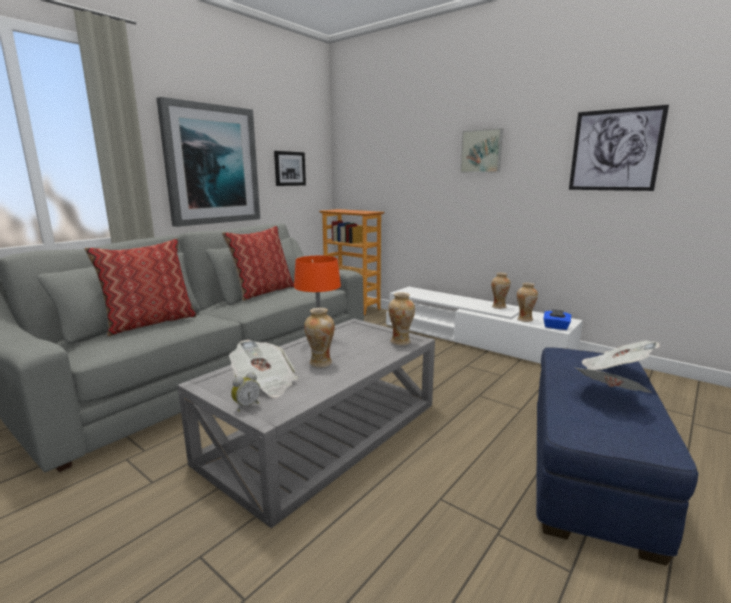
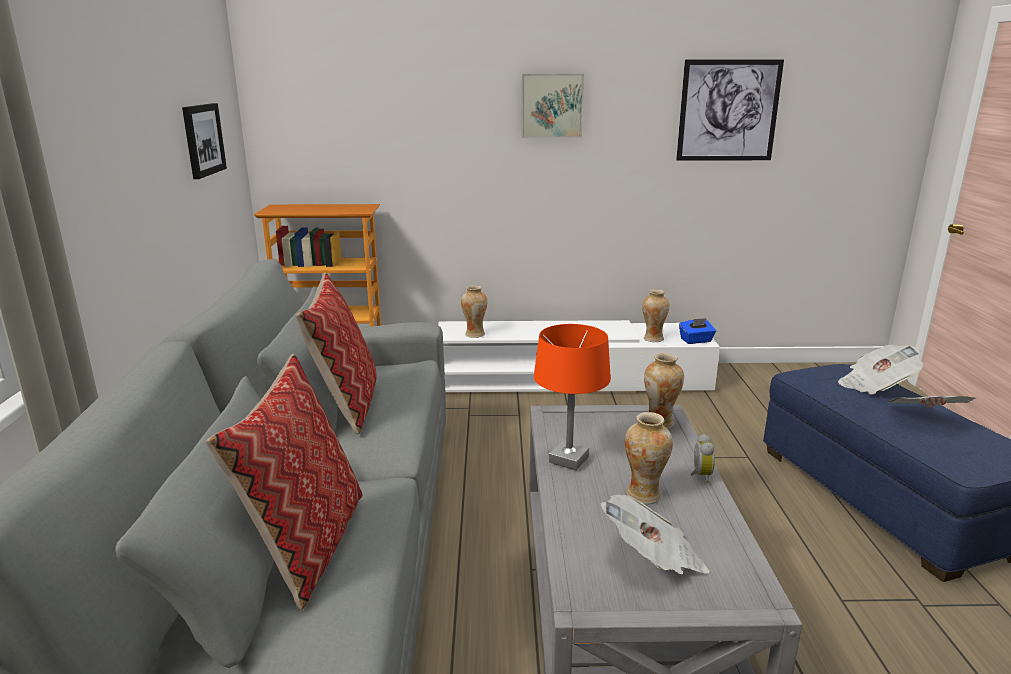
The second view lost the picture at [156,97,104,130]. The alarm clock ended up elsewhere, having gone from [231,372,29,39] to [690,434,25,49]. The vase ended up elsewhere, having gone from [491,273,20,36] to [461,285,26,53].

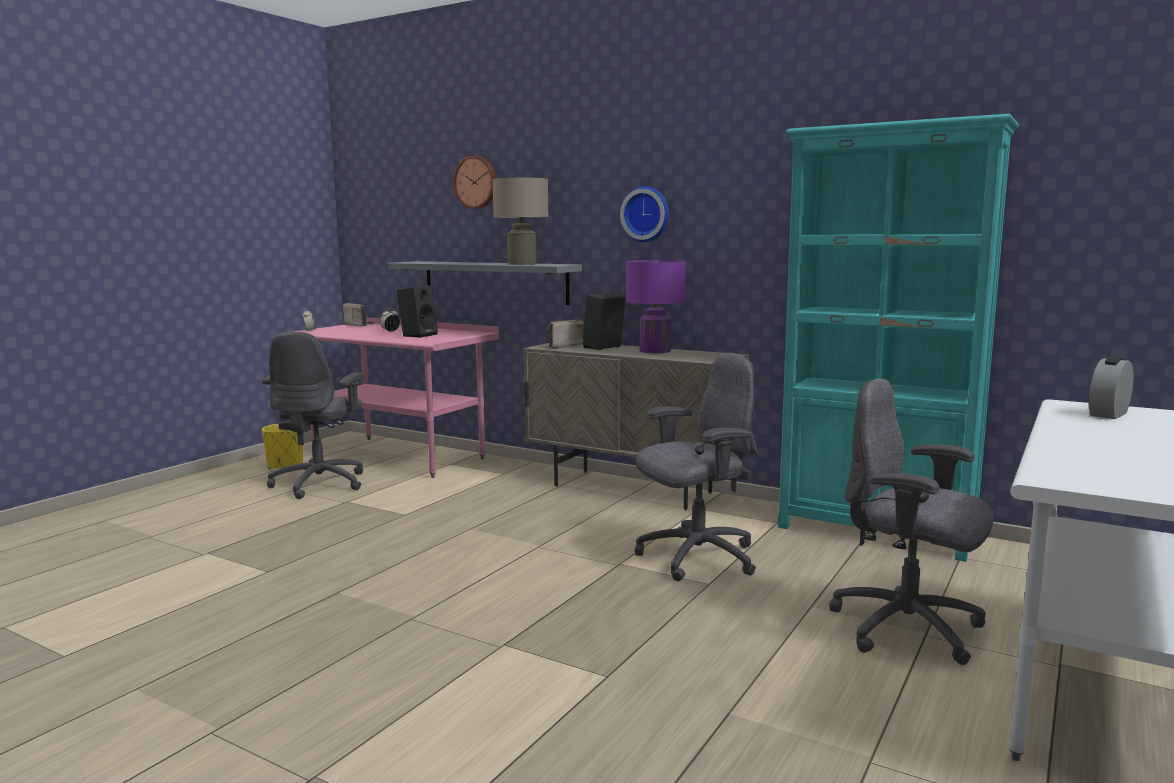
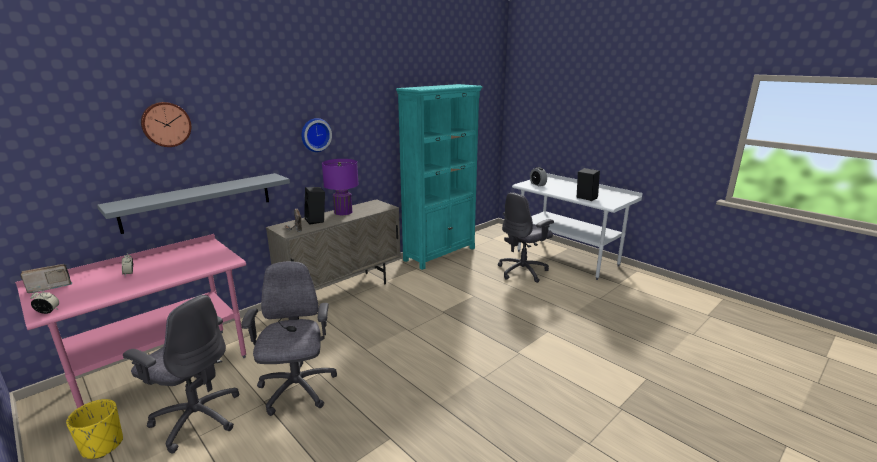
The black speaker ended up elsewhere, having gone from [396,285,42,53] to [576,168,24,33]. The second view lost the beige table lamp at [492,178,57,87]. The grey office chair ended up elsewhere, having gone from [635,353,123,228] to [241,261,96,155].

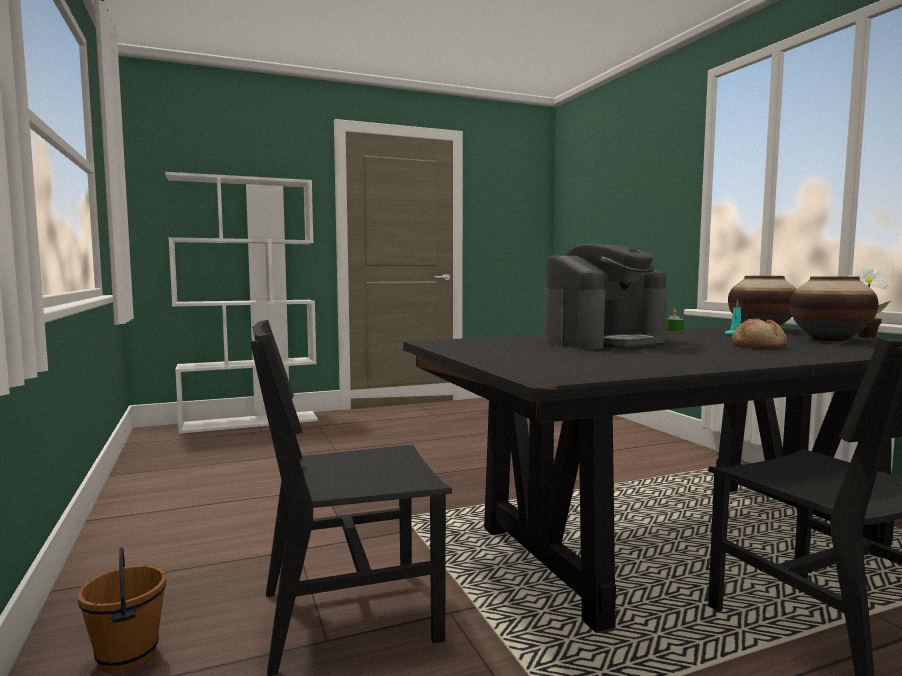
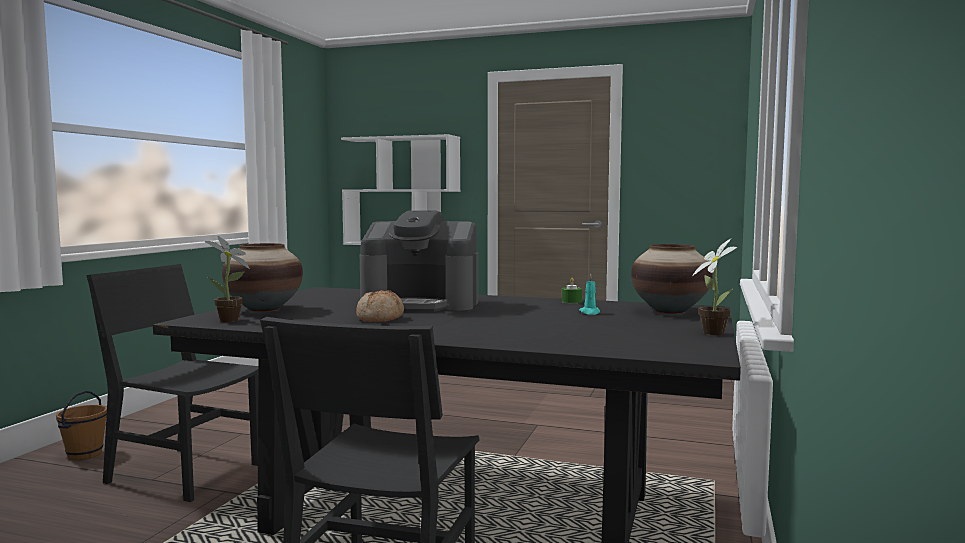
The bread ended up elsewhere, having gone from [732,318,55,31] to [356,290,48,32]. The vase ended up elsewhere, having gone from [790,276,89,66] to [222,243,81,69]. The second view gained the potted plant at [205,236,45,86].

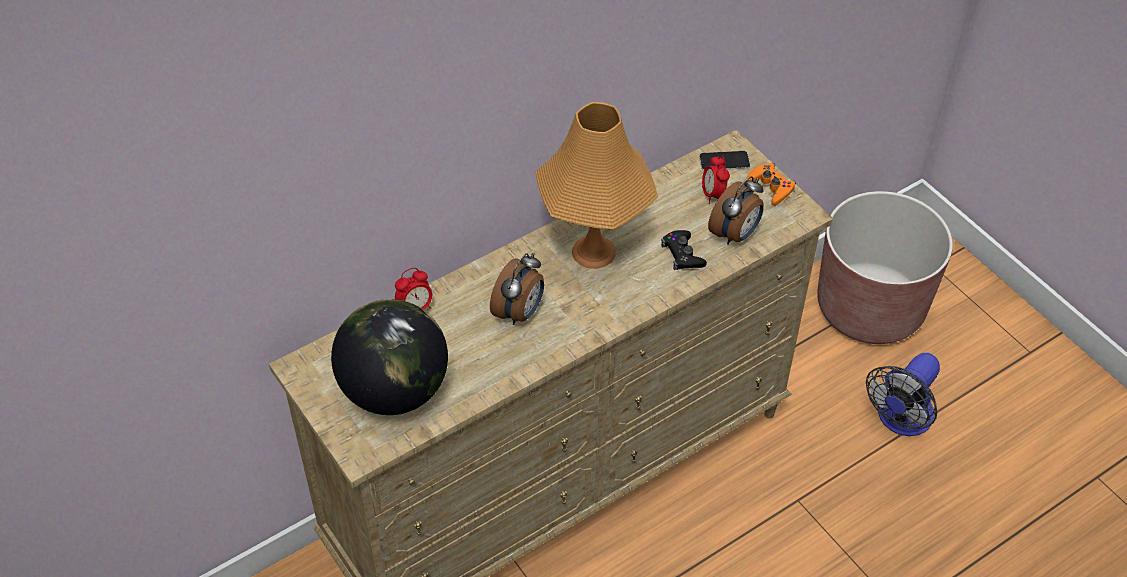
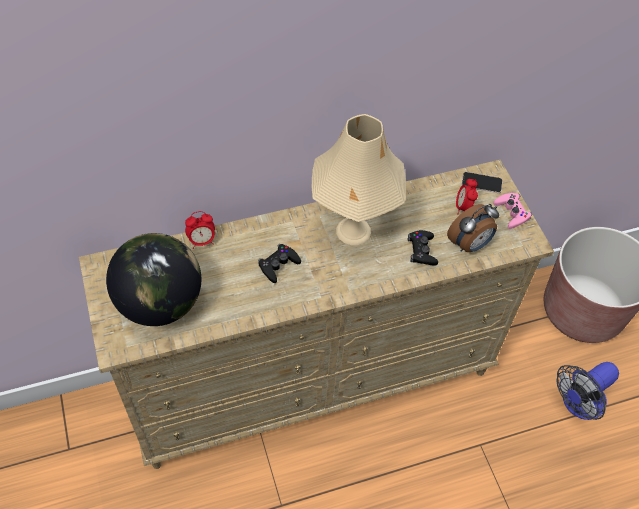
Where the alarm clock stood at [490,253,54,72], the black game controller came to stand at [258,244,43,39]. What was the orange table lamp at [536,102,122,167] turned into the beige table lamp at [312,114,94,131]. What was the orange game controller at [746,163,50,43] turned into the pink game controller at [493,193,39,36].

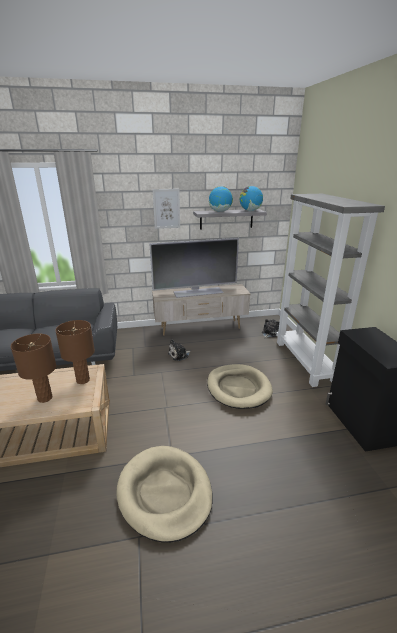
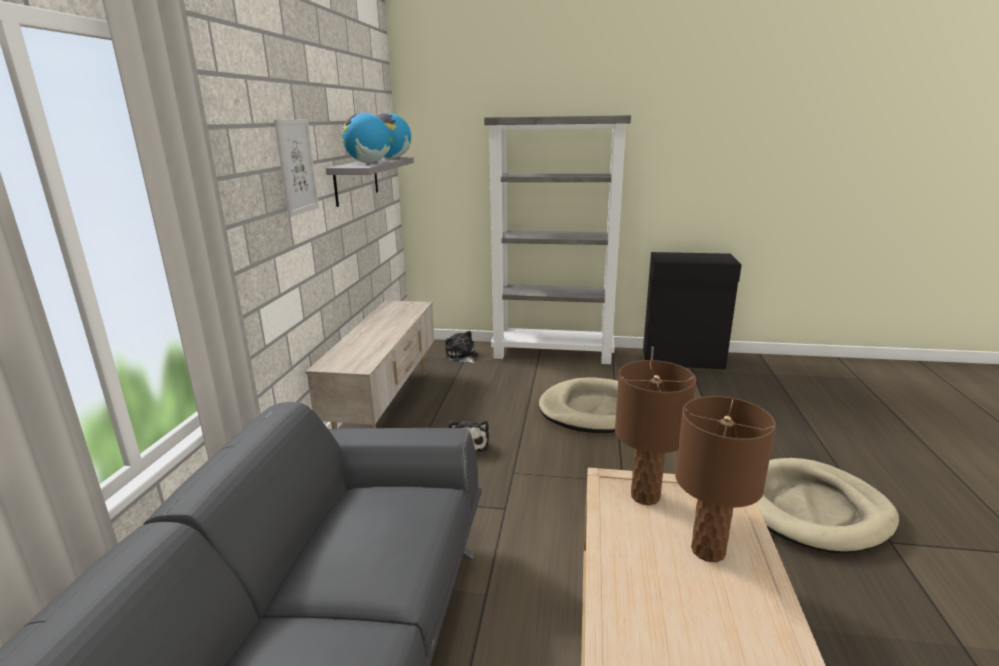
The second view lost the television at [149,238,90,60].

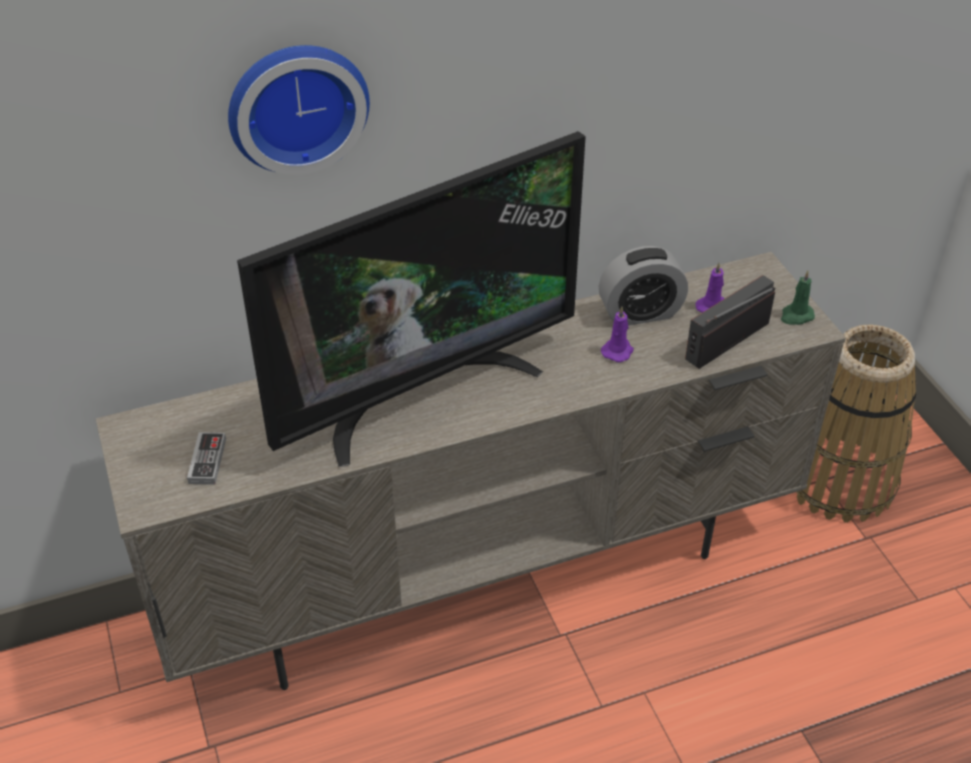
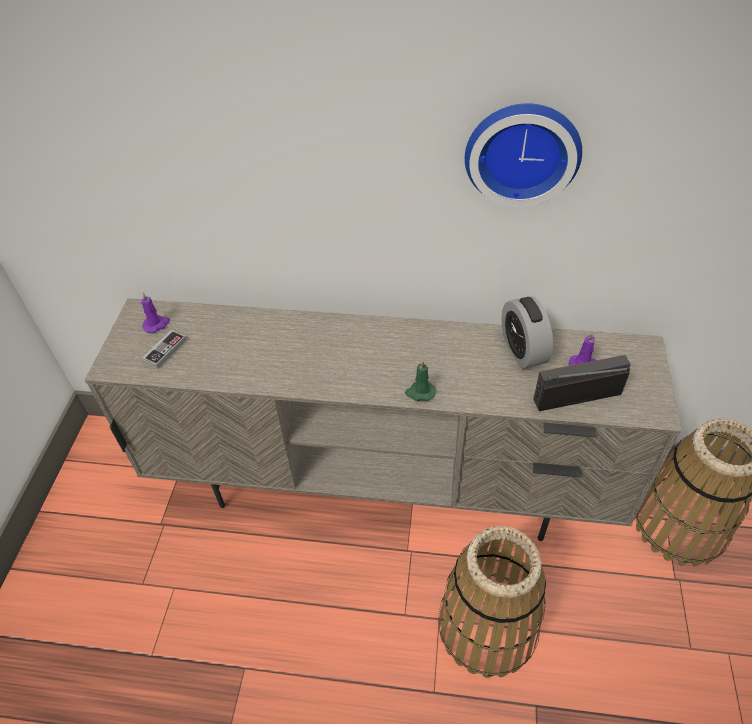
The wall clock ended up elsewhere, having gone from [228,45,142,130] to [465,103,117,104]. The second view lost the television at [237,131,349,336]. The alarm clock at [599,246,89,79] ended up facing another way, 60 degrees clockwise from before. The purple candle ended up elsewhere, having gone from [601,307,33,55] to [141,293,29,40]. The green candle ended up elsewhere, having gone from [781,270,34,55] to [405,360,31,41]. The second view gained the basket at [438,526,108,152].

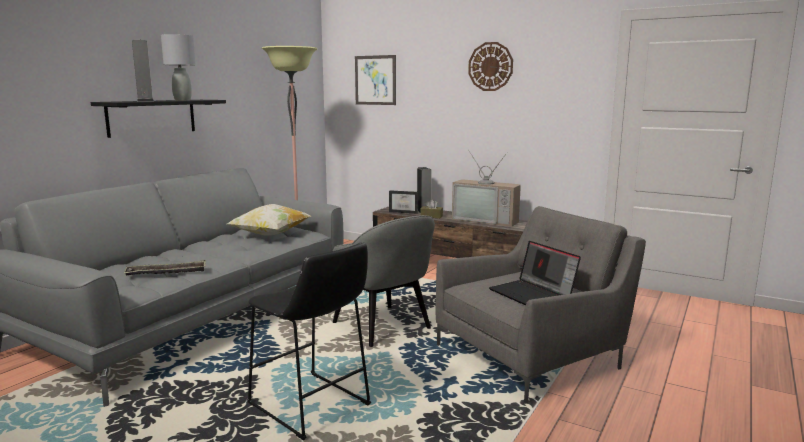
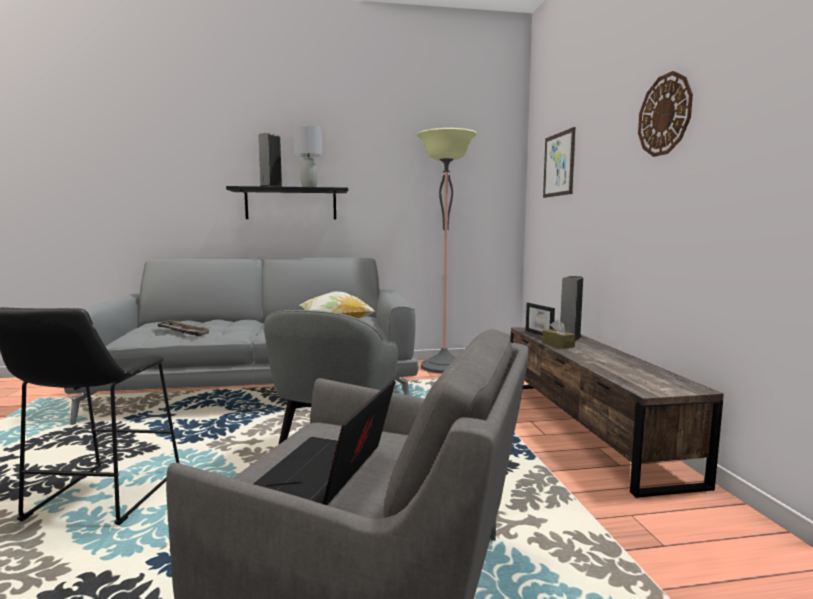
The second view lost the television at [452,150,69,77].

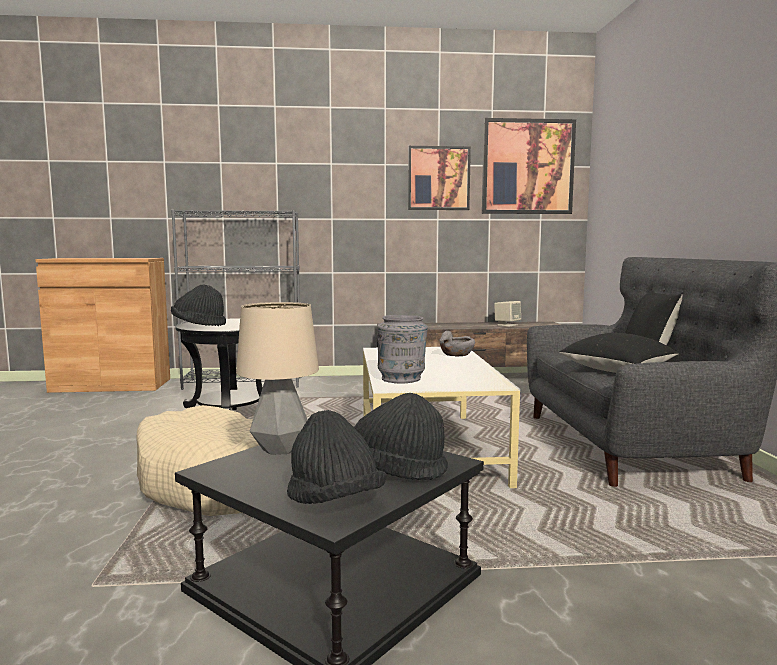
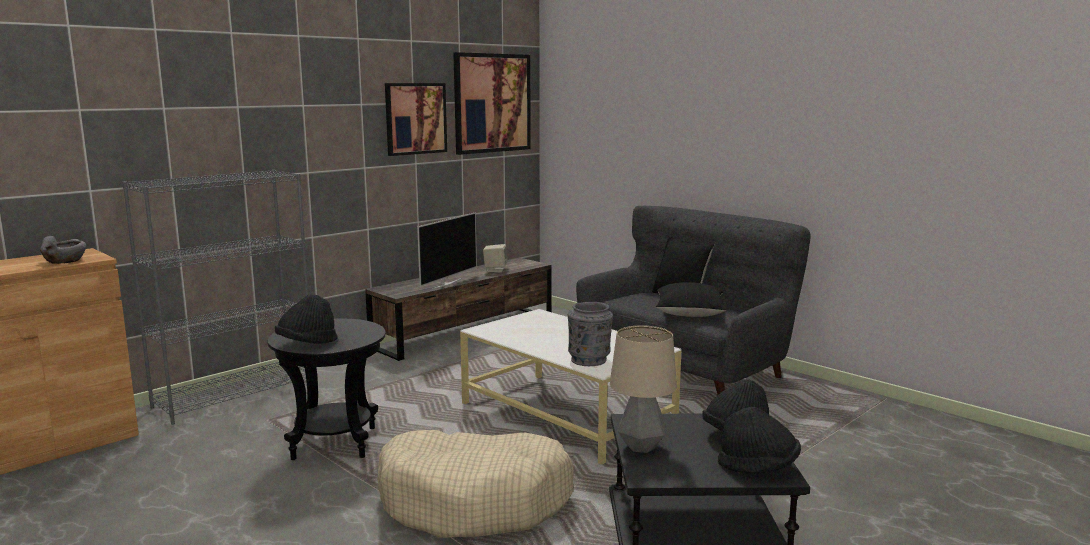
The grey bowl ended up elsewhere, having gone from [439,331,36,26] to [40,236,46,28]. The second view gained the television at [417,213,60,77].

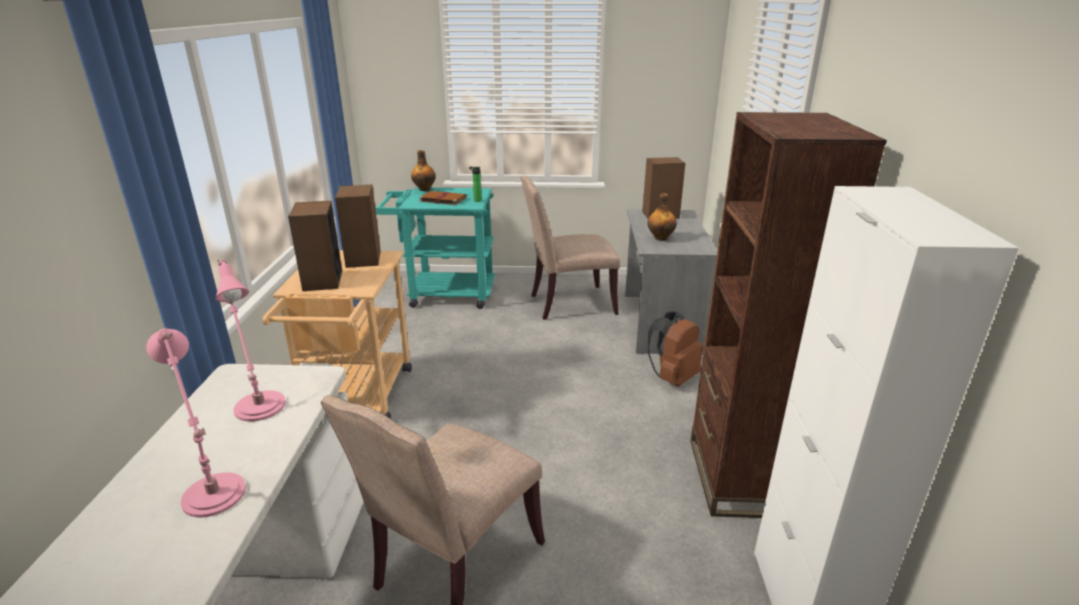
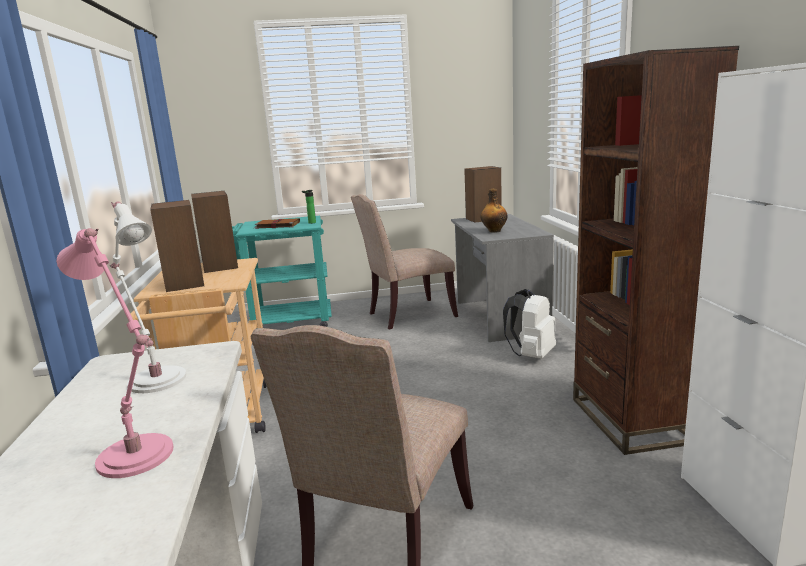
What was the pink table lamp at [215,260,71,162] turned into the white table lamp at [109,201,77,192]. The second view lost the bottle at [411,150,24,41]. What was the brown backpack at [648,311,55,76] turned into the white backpack at [503,289,53,70].

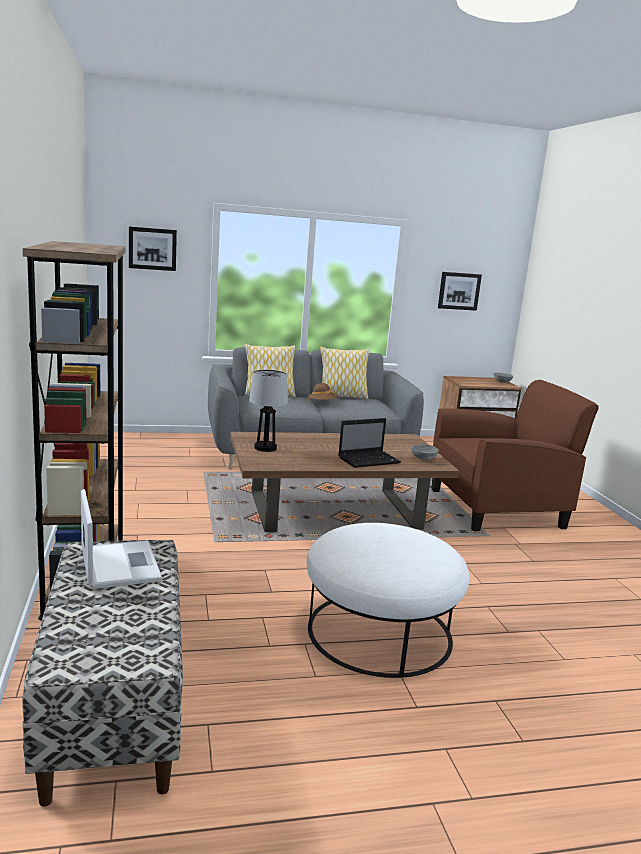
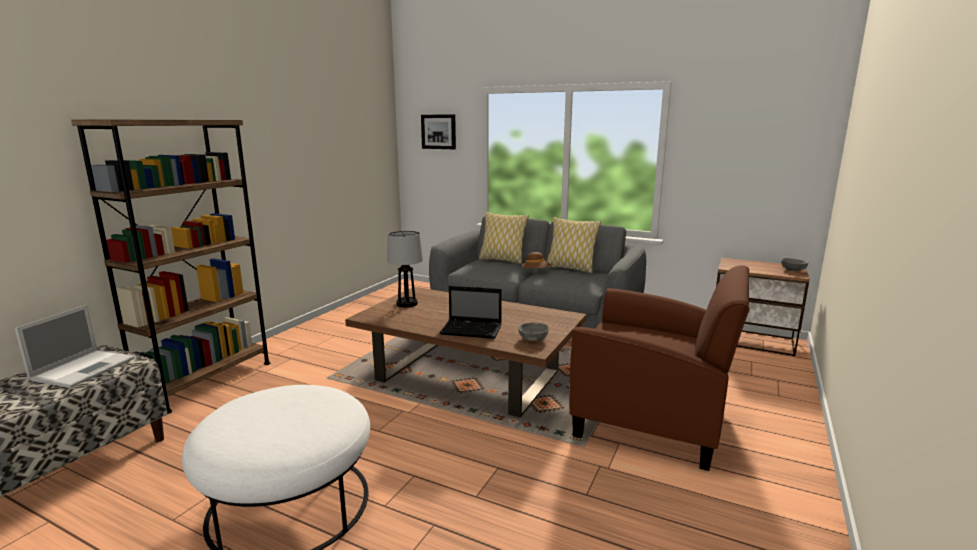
The second view lost the picture at [438,272,44,39].

